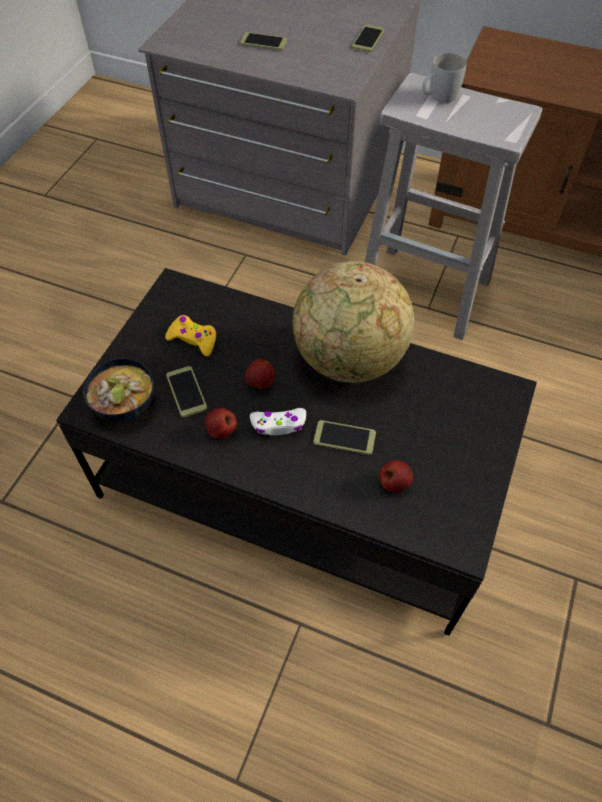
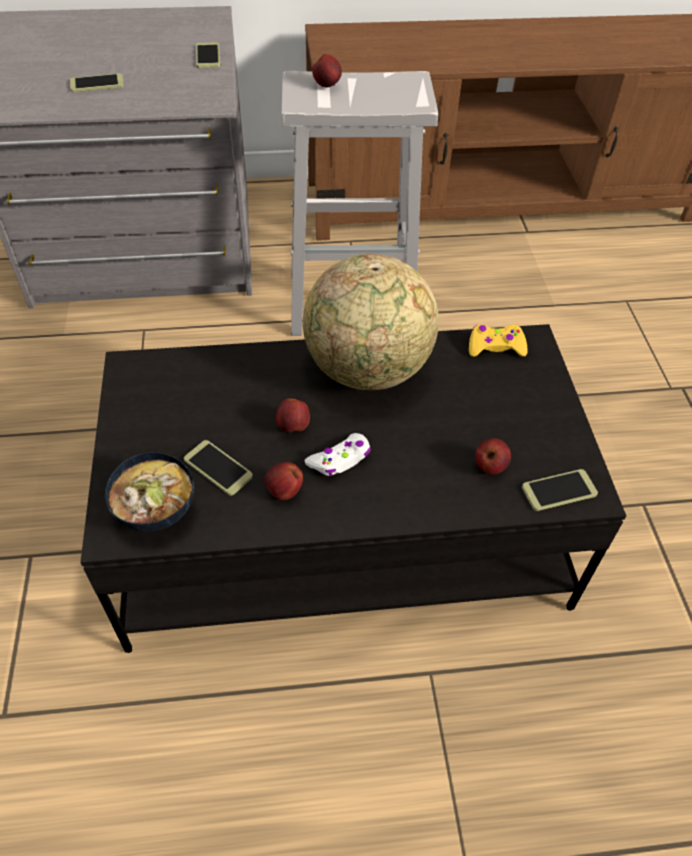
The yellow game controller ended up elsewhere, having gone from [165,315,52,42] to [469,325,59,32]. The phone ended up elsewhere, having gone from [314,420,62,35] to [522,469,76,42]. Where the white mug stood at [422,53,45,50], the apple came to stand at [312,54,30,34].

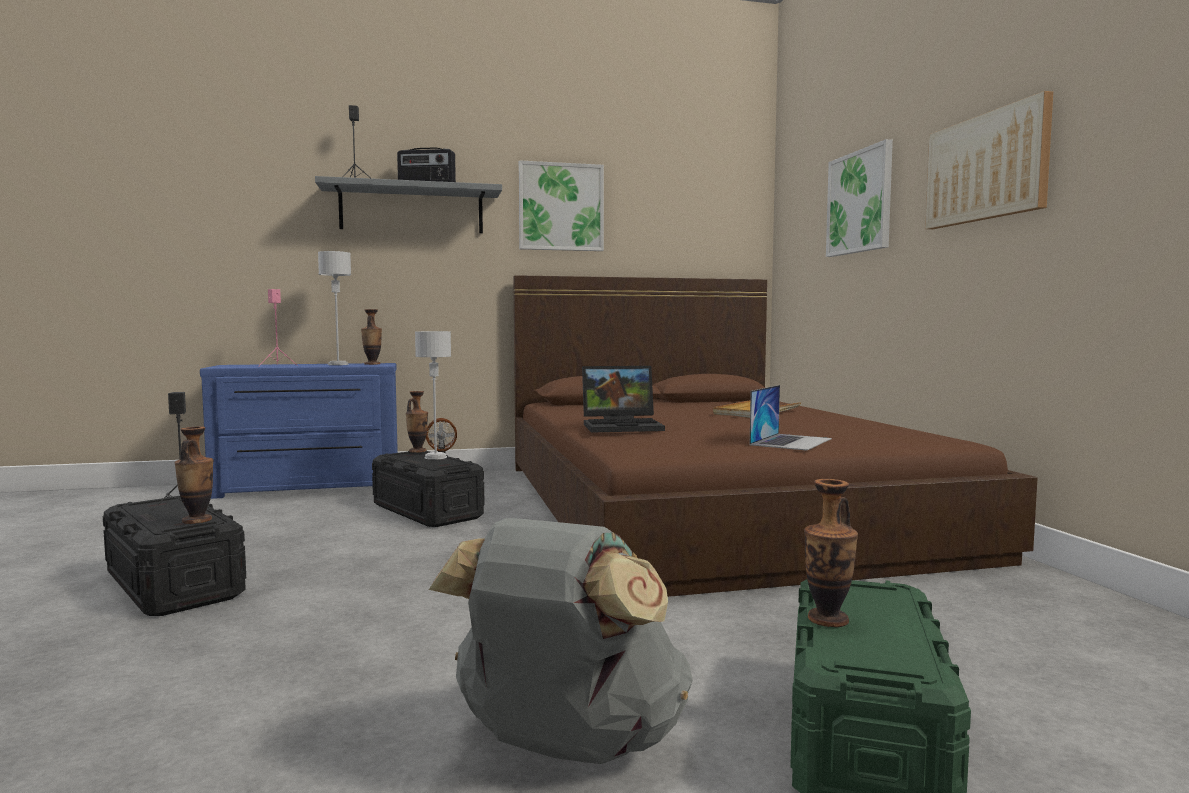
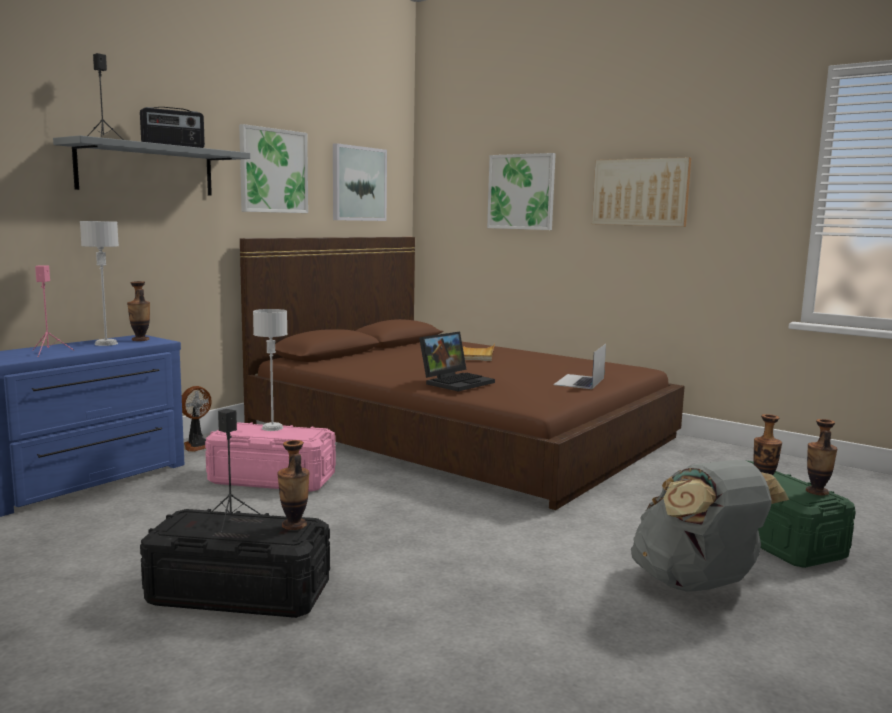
What was the black storage box at [372,451,112,76] turned into the pink storage box at [205,422,131,70]. The vase ended up elsewhere, having gone from [406,391,22,62] to [806,419,31,77]. The laptop at [750,385,82,66] ended up facing another way, 150 degrees counterclockwise from before. The second view gained the picture at [333,143,54,78].

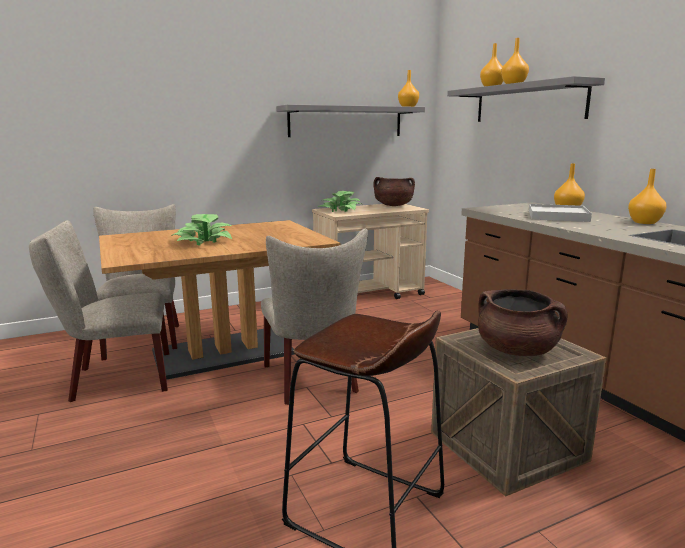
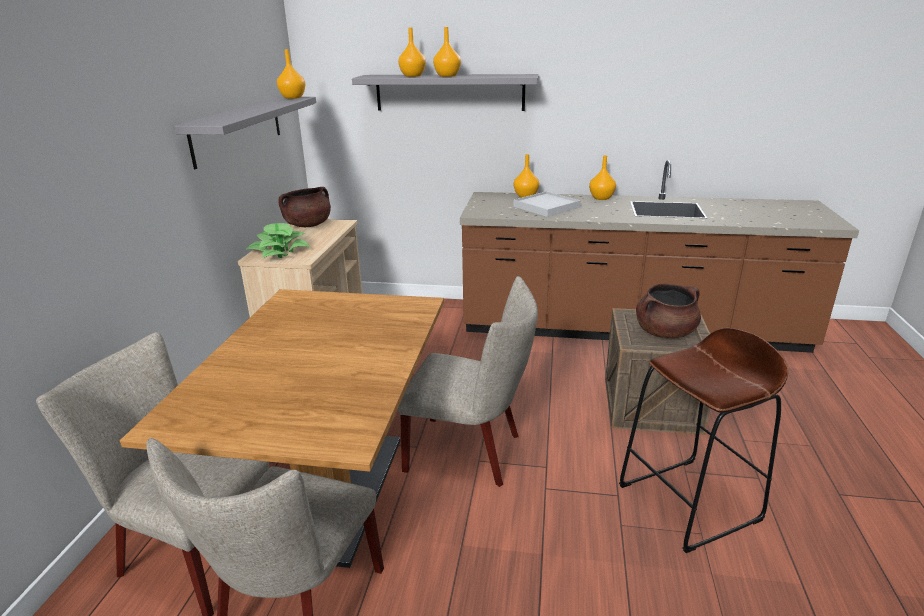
The second view lost the potted plant at [173,214,59,31].

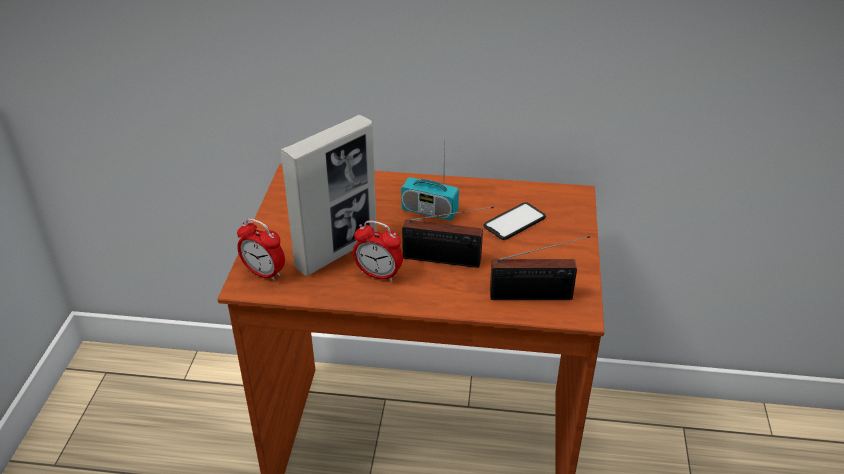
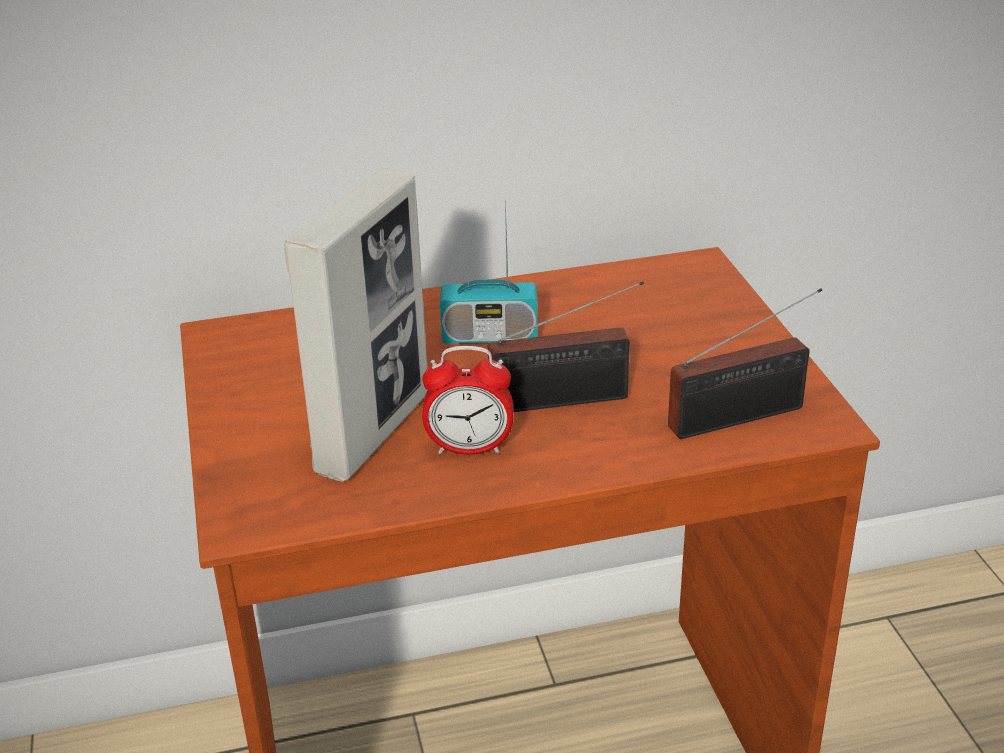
The second view lost the alarm clock at [237,218,48,63]. The second view lost the phone at [483,202,63,38].

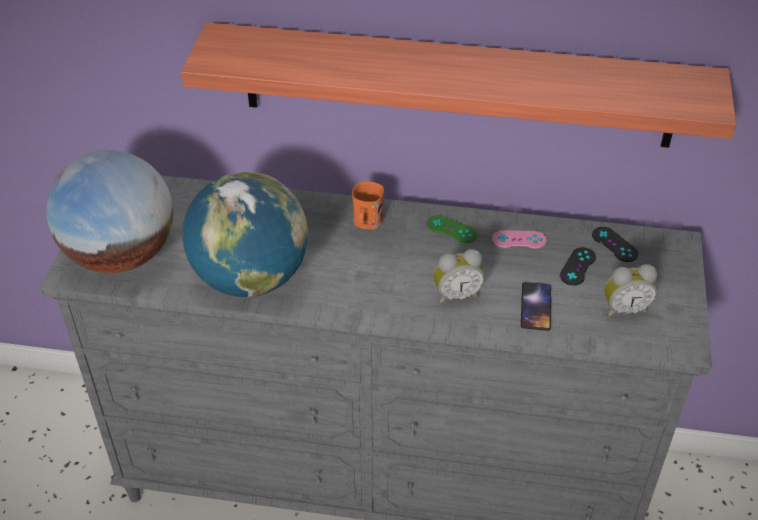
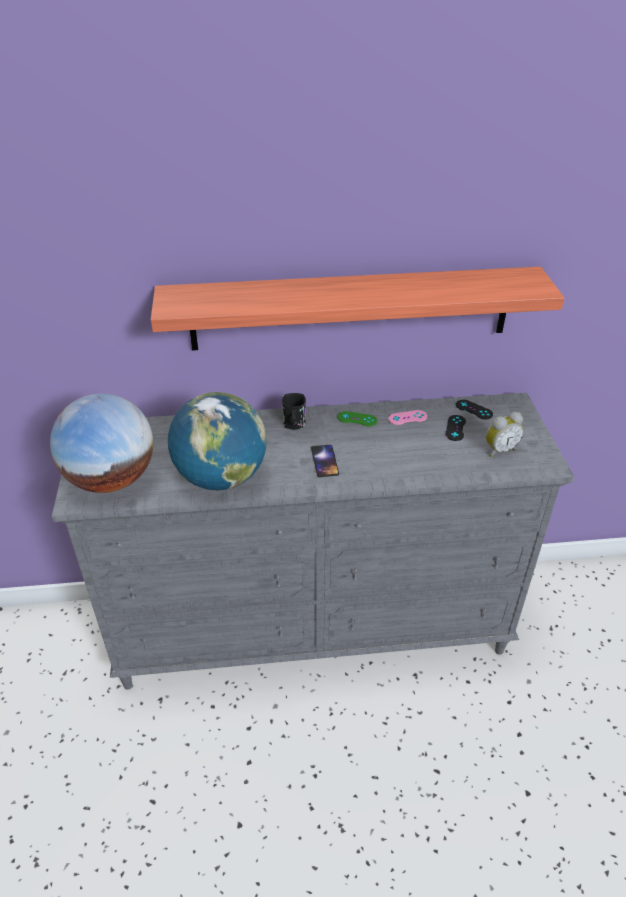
What was the orange mug at [352,181,32,49] turned into the black mug at [282,393,24,36]. The second view lost the alarm clock at [434,249,51,56]. The phone ended up elsewhere, having gone from [521,282,30,49] to [311,445,28,32].

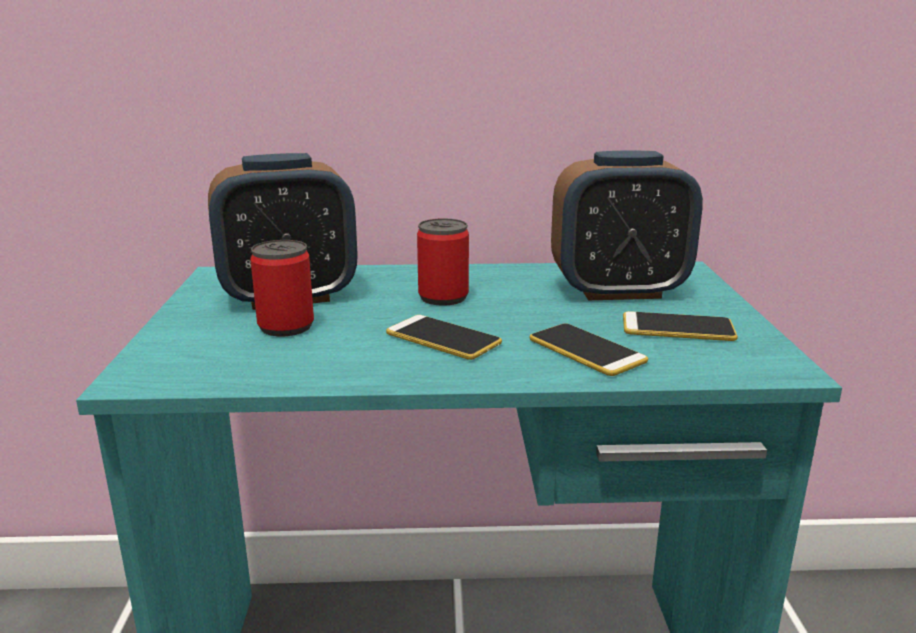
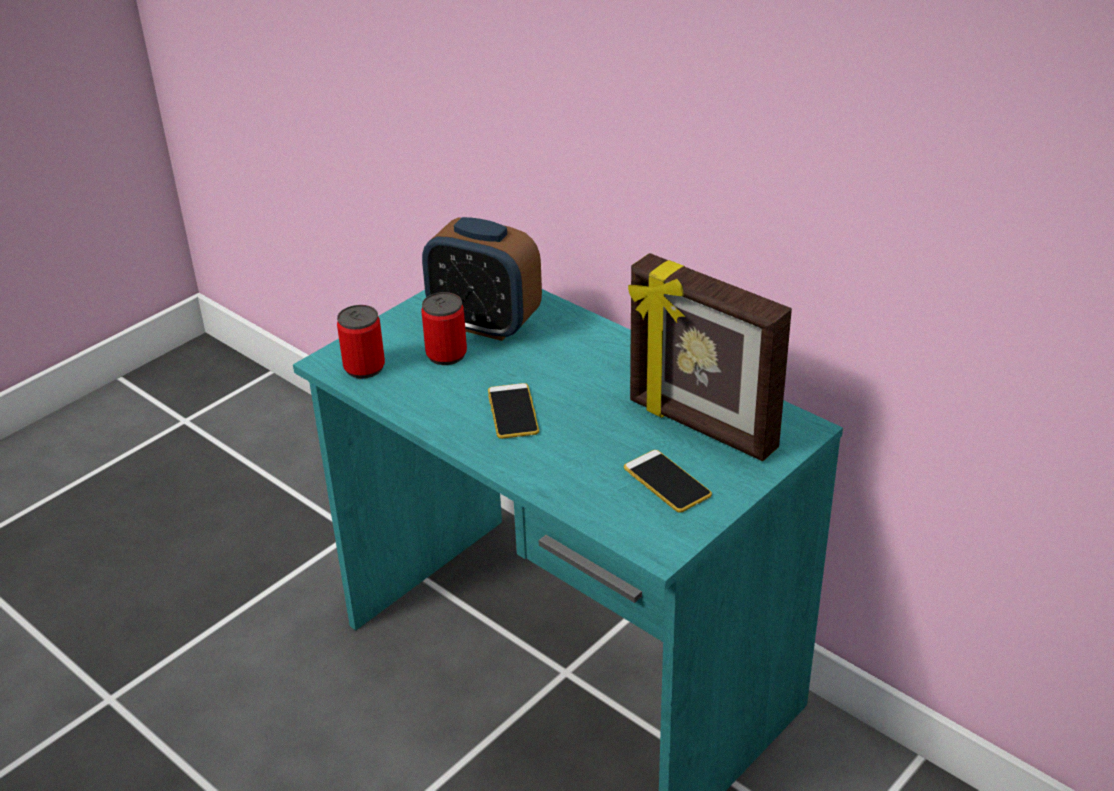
The can ended up elsewhere, having gone from [417,218,52,88] to [337,305,48,74]. The second view lost the phone at [529,323,119,53]. Where the alarm clock stood at [551,151,152,149], the picture frame came to stand at [628,253,164,208].

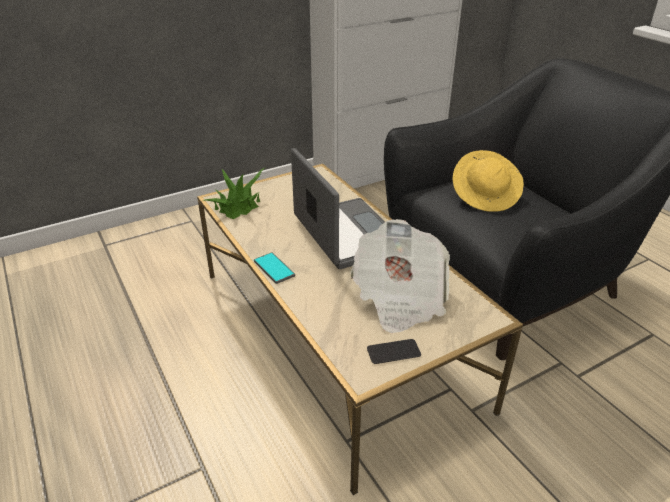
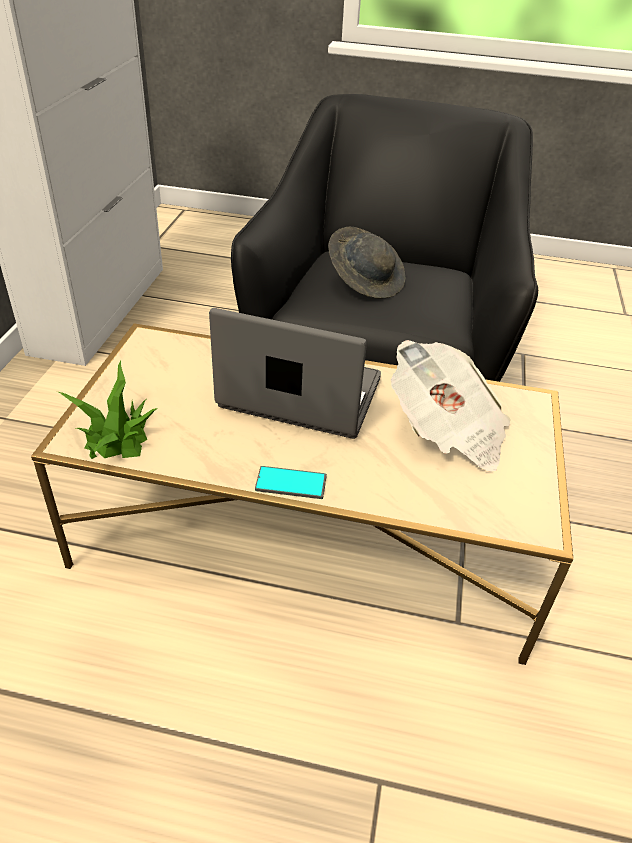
The second view lost the phone at [367,339,54,25]. What was the yellow hat at [452,150,72,62] turned into the grey hat at [328,226,77,73].

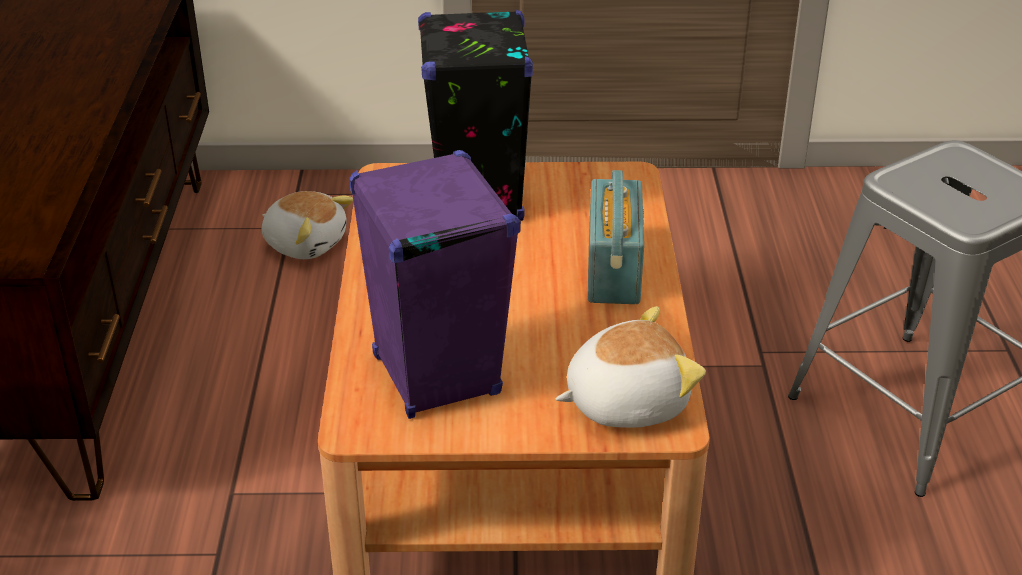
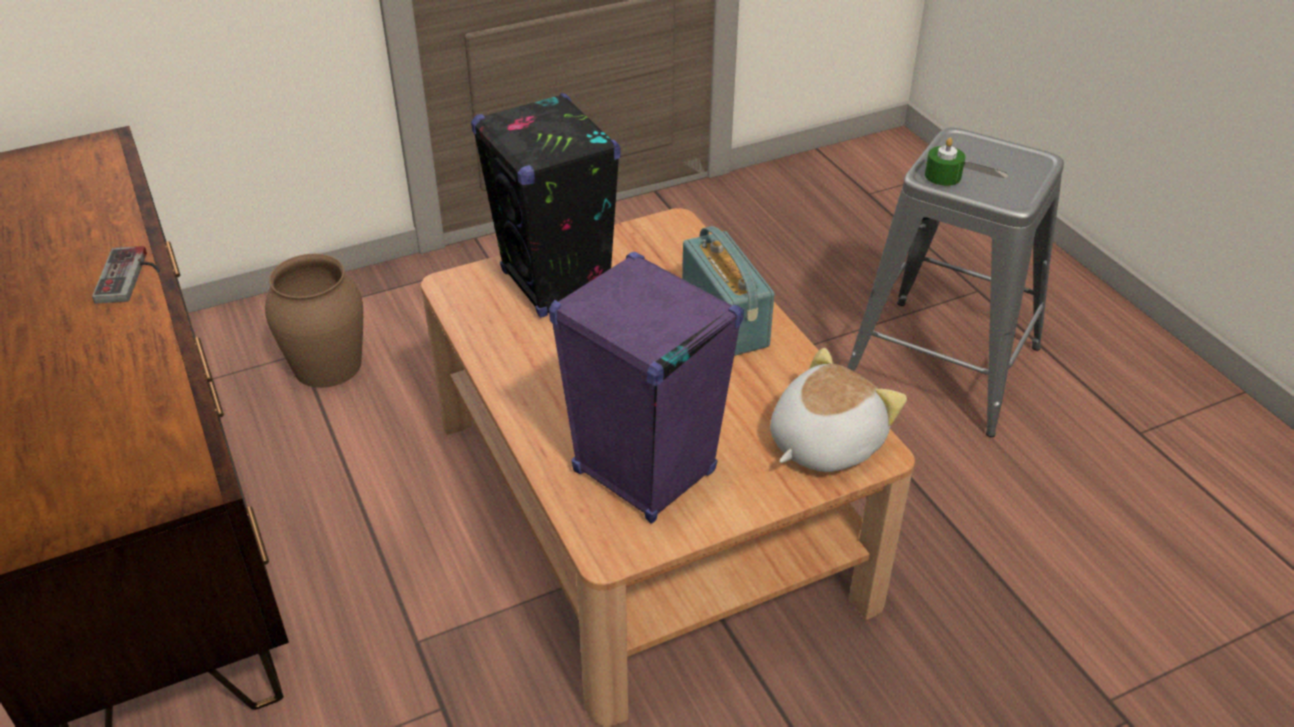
Where the plush toy stood at [262,191,91,68], the brown vase came to stand at [265,254,98,134]. The second view gained the game controller at [92,246,68,58]. The second view gained the green candle at [925,138,40,48].

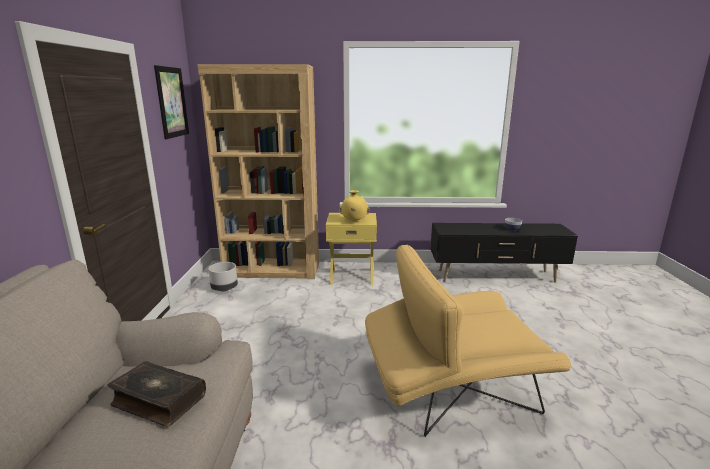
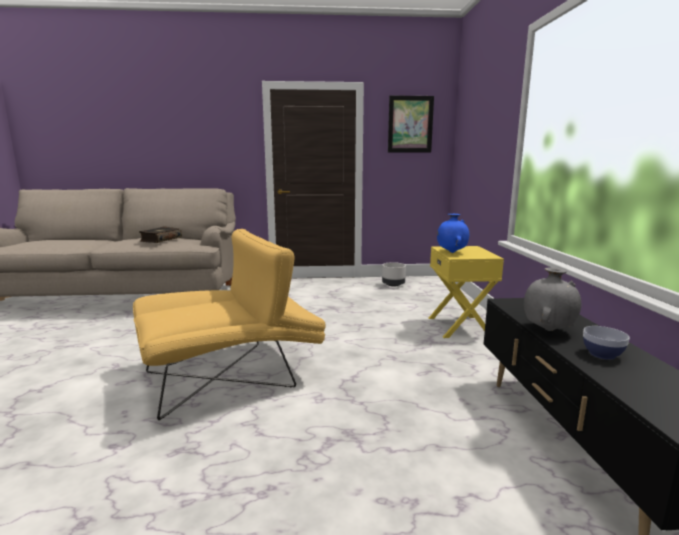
The second view lost the brown bookcase at [198,64,121,215]. What was the yellow vase at [339,190,31,32] turned into the blue vase at [437,214,32,39]. The yellow armchair at [365,245,206,192] ended up facing another way, 75 degrees clockwise from before. The second view gained the grey vase at [524,267,57,64].

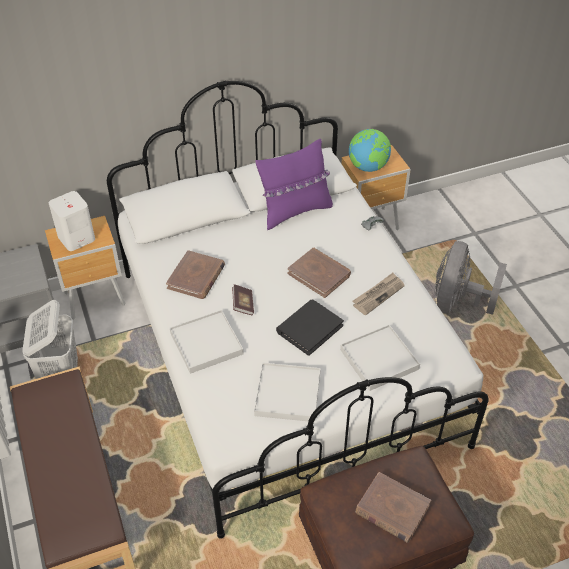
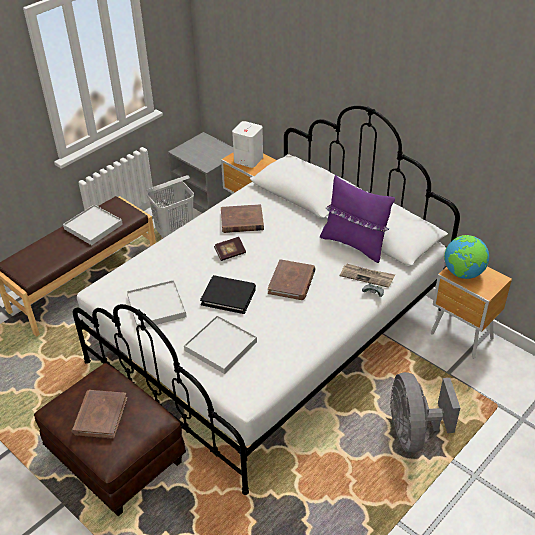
The white tray ended up elsewhere, having gone from [170,310,73,64] to [63,204,60,41]. The newspaper ended up elsewhere, having gone from [352,273,53,42] to [340,264,55,24]. The grey fan at [434,241,73,74] ended up facing another way, 90 degrees counterclockwise from before.

